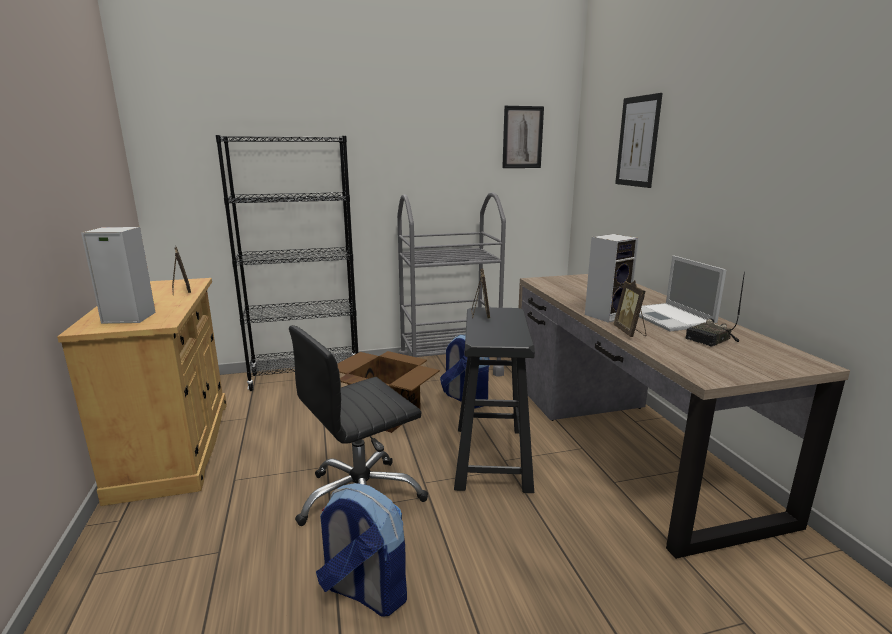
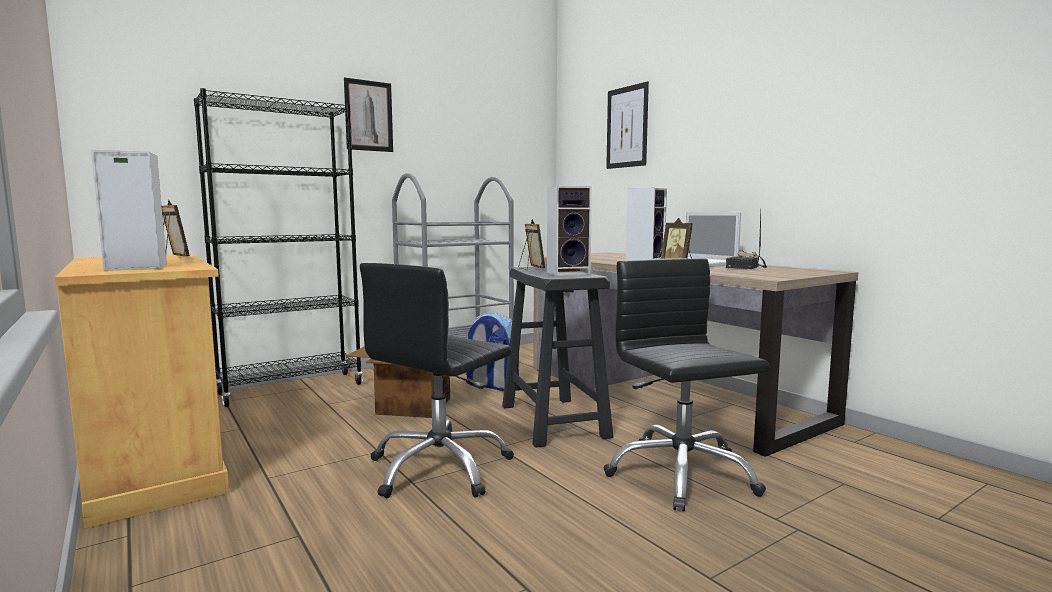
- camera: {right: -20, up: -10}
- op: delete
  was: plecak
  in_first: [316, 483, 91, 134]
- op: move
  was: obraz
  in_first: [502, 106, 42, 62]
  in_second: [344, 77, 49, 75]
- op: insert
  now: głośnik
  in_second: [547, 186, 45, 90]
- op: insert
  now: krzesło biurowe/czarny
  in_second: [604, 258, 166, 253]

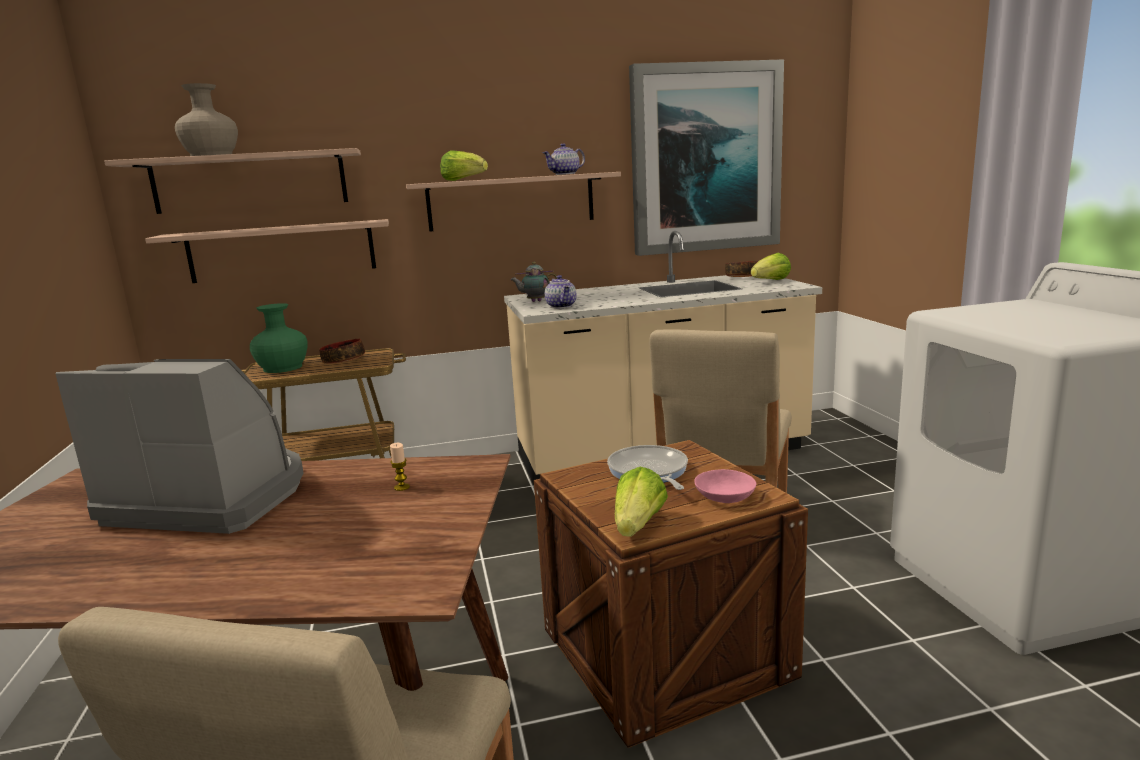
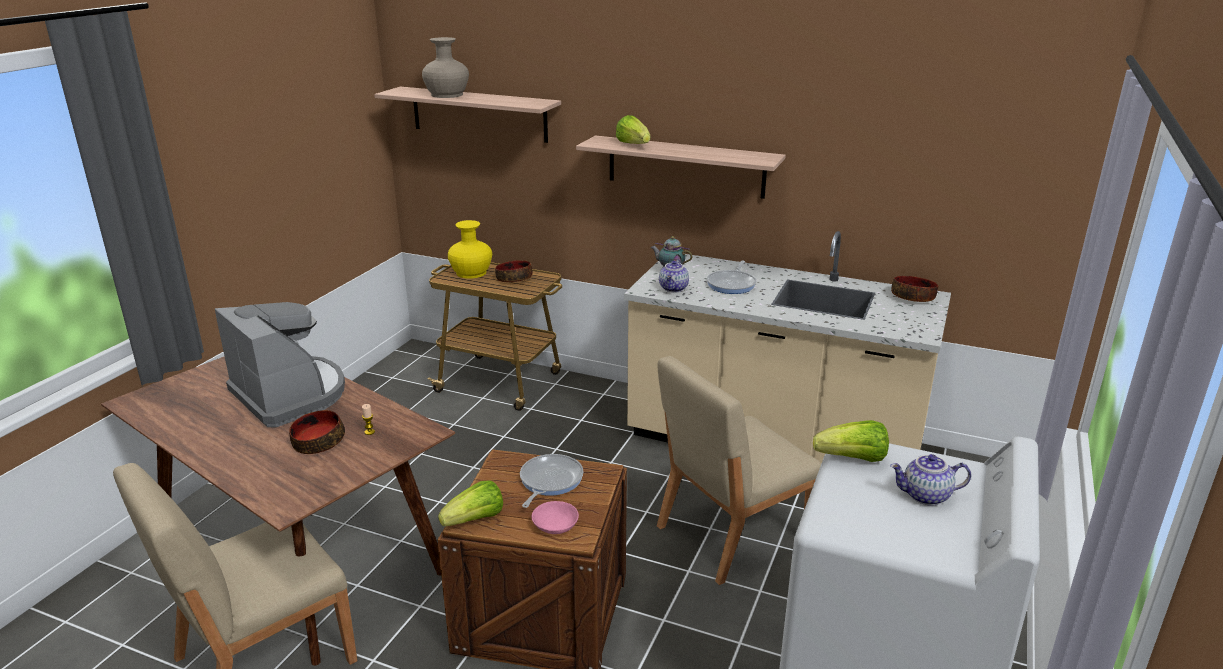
- camera: {right: 35, up: 10}
- op: delete
  was: półka
  in_first: [145, 219, 244, 64]
- op: recolor
  was: wazon/zielony
  now: wazon/żółty
  in_first: [250, 303, 58, 70]
  in_second: [448, 220, 44, 59]
- op: move
  was: imbryk
  in_first: [543, 143, 42, 32]
  in_second: [890, 454, 81, 52]
- op: delete
  was: obraz
  in_first: [629, 59, 155, 197]
- op: move
  was: sałata
  in_first: [751, 253, 40, 27]
  in_second: [813, 420, 76, 42]
- op: insert
  now: miska
  in_second: [289, 410, 56, 44]
- op: insert
  now: patelnia
  in_second: [707, 260, 49, 34]

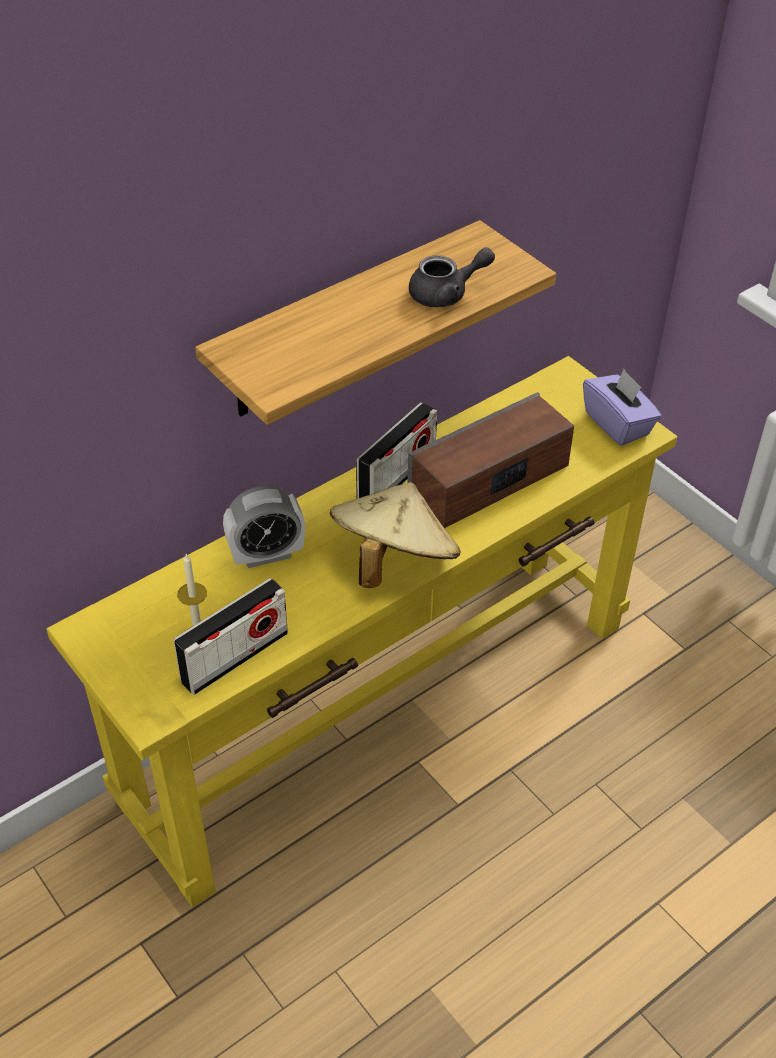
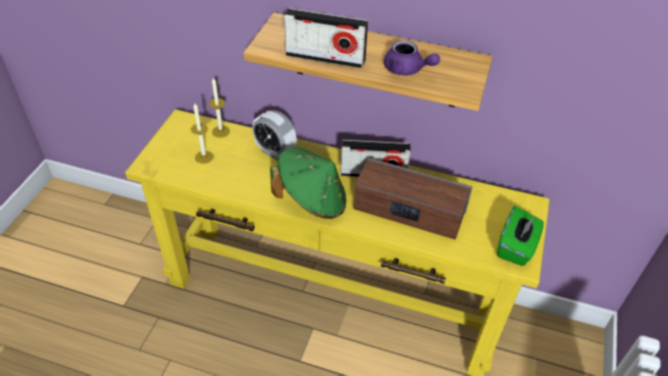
- camera: {right: 55, up: 0}
- op: move
  was: radio
  in_first: [173, 578, 115, 117]
  in_second: [284, 8, 84, 60]
- op: recolor
  was: kapelusz/beżowy
  now: kapelusz/zielony
  in_first: [330, 482, 130, 106]
  in_second: [270, 147, 76, 72]
- op: recolor
  was: imbryk/szary
  now: imbryk/fioletowy
  in_first: [409, 247, 86, 60]
  in_second: [384, 40, 56, 36]
- op: recolor
  was: pudełko chusteczek/fioletowy
  now: pudełko chusteczek/zielony
  in_first: [583, 369, 78, 77]
  in_second: [497, 206, 47, 60]
- op: insert
  now: świeca
  in_second: [209, 78, 21, 60]

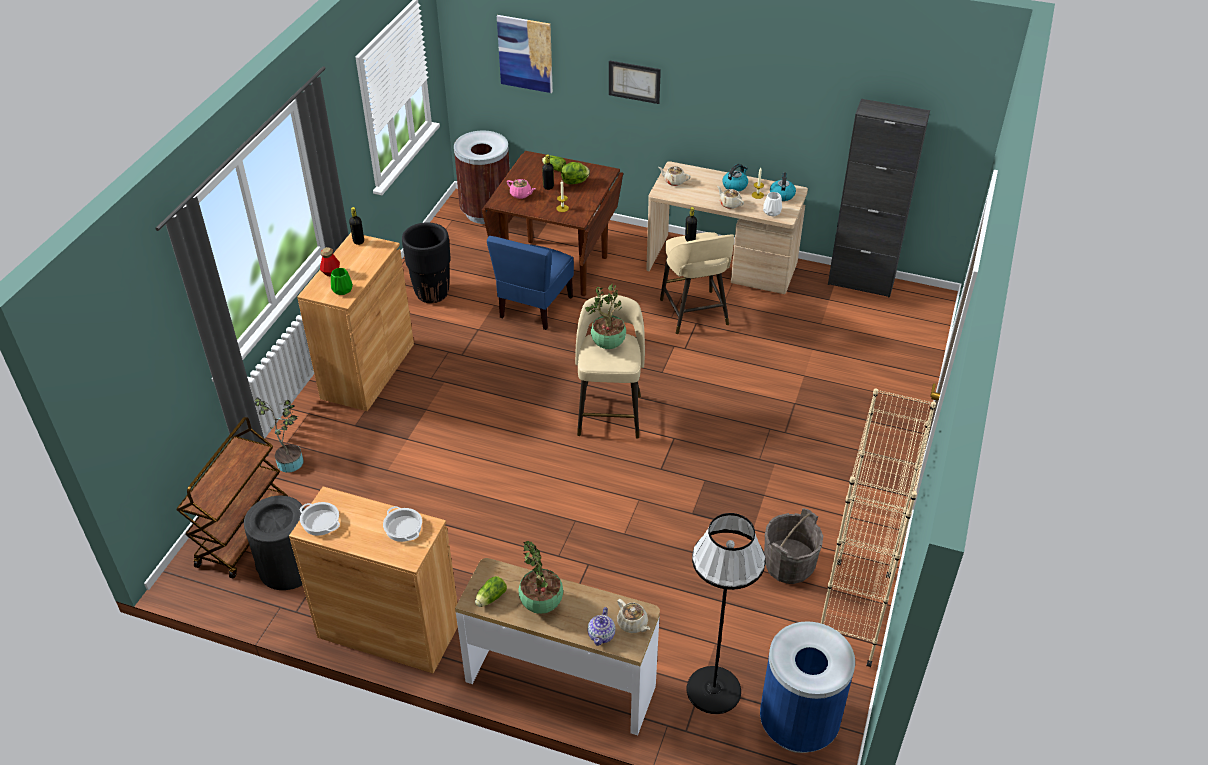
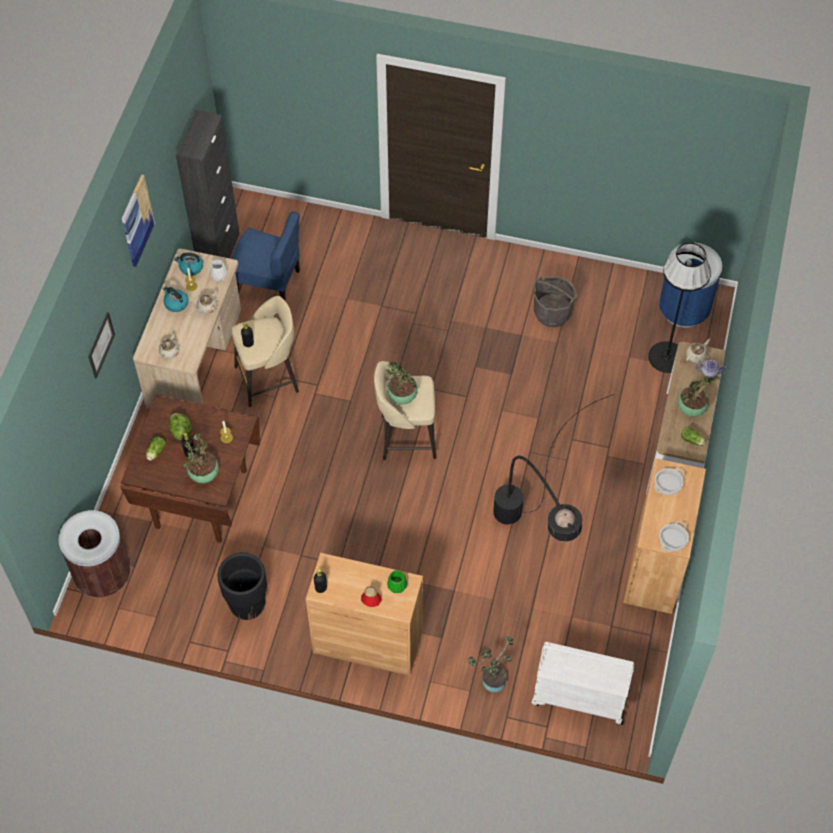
- camera: {right: -95, up: 15}
- op: recolor
  was: wózek/brązowy
  now: wózek/biały
  in_first: [176, 417, 112, 162]
  in_second: [532, 642, 102, 83]
- op: delete
  was: kosz na śmieci/czarny
  in_first: [244, 496, 60, 94]
- op: move
  was: krzesło/niebieski
  in_first: [487, 236, 87, 94]
  in_second: [231, 211, 69, 90]
- op: move
  was: obraz
  in_first: [497, 15, 56, 78]
  in_second: [122, 174, 33, 93]
- op: replace
  was: imbryk/różowy
  now: roślina doniczkowa
  in_first: [507, 179, 28, 20]
  in_second: [182, 433, 37, 50]
- op: delete
  was: regał/beżowy
  in_first: [821, 388, 115, 279]
- op: insert
  now: lampa stojąca/czarny
  in_second: [493, 394, 121, 148]

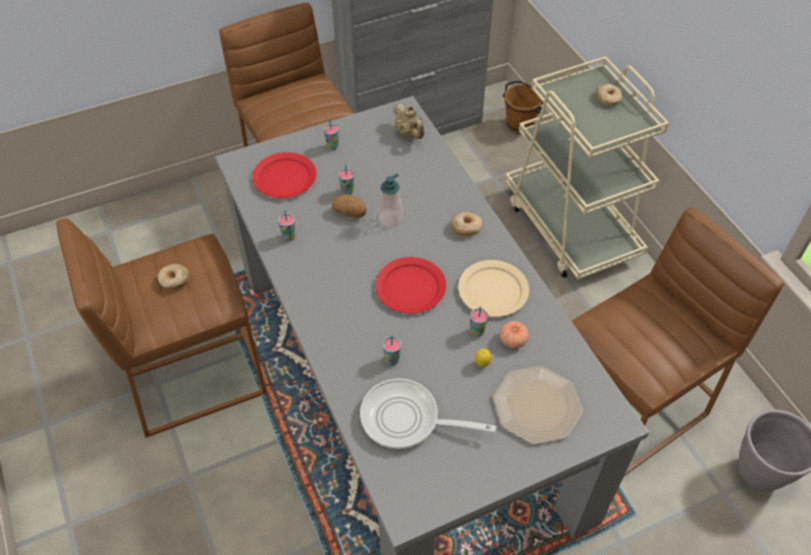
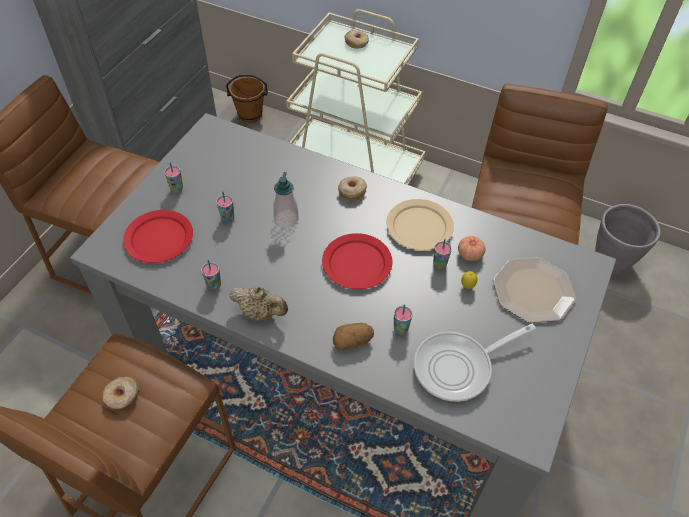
- camera: {right: -40, up: 0}
- op: move
  was: ziemniak
  in_first: [332, 194, 35, 24]
  in_second: [333, 323, 41, 27]
- op: move
  was: imbryk/beżowy
  in_first: [393, 103, 31, 36]
  in_second: [229, 285, 59, 36]

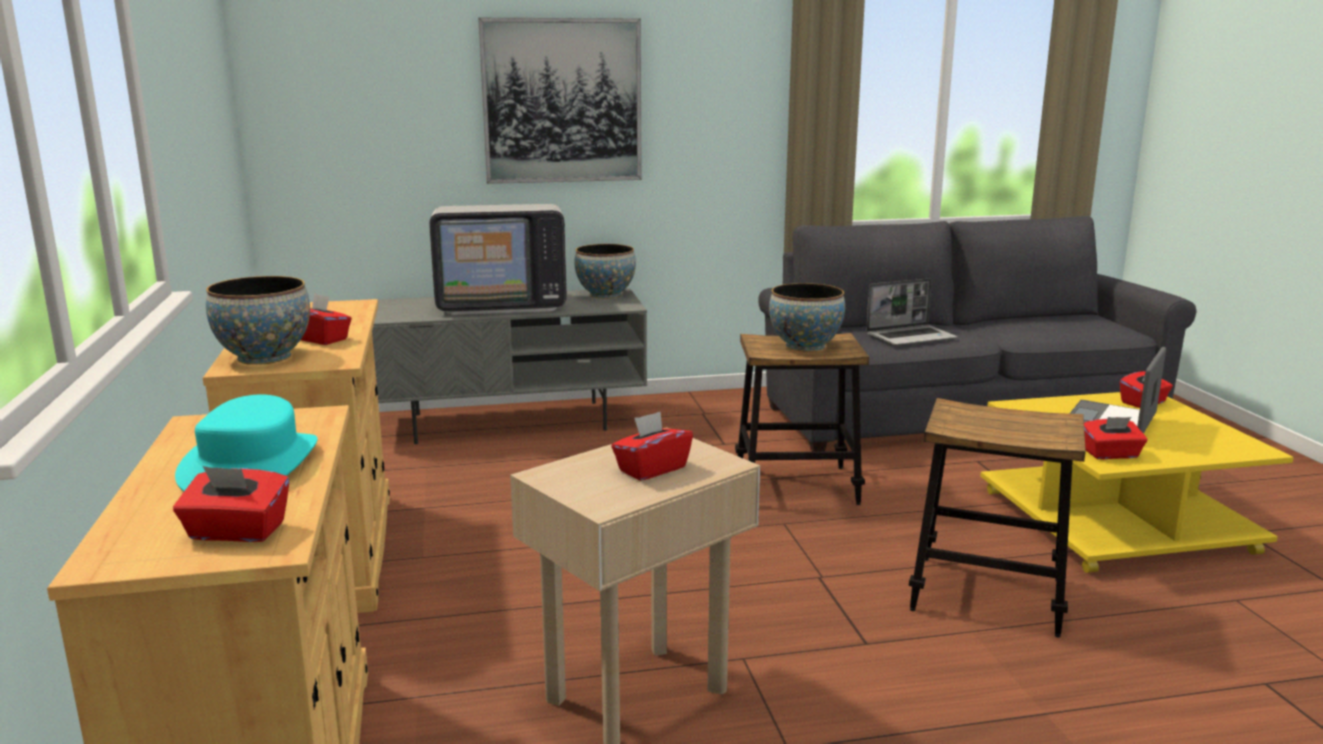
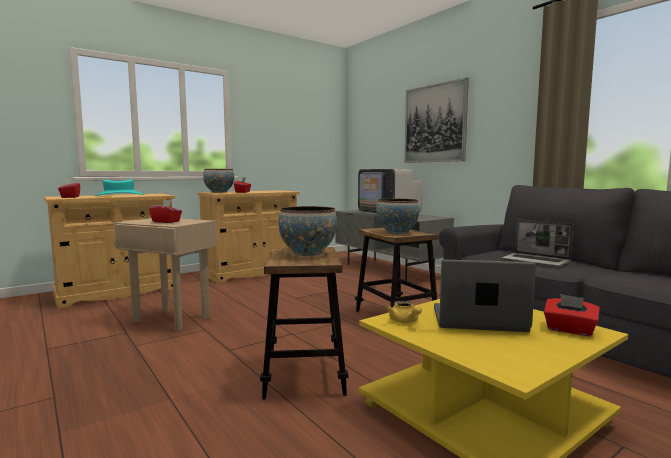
- camera: {right: 65, up: -10}
- op: move
  was: miska
  in_first: [574, 244, 62, 55]
  in_second: [278, 206, 59, 50]
- op: replace
  was: pudełko chusteczek/czerwony
  now: imbryk/żółty
  in_first: [1084, 417, 63, 42]
  in_second: [387, 301, 35, 22]

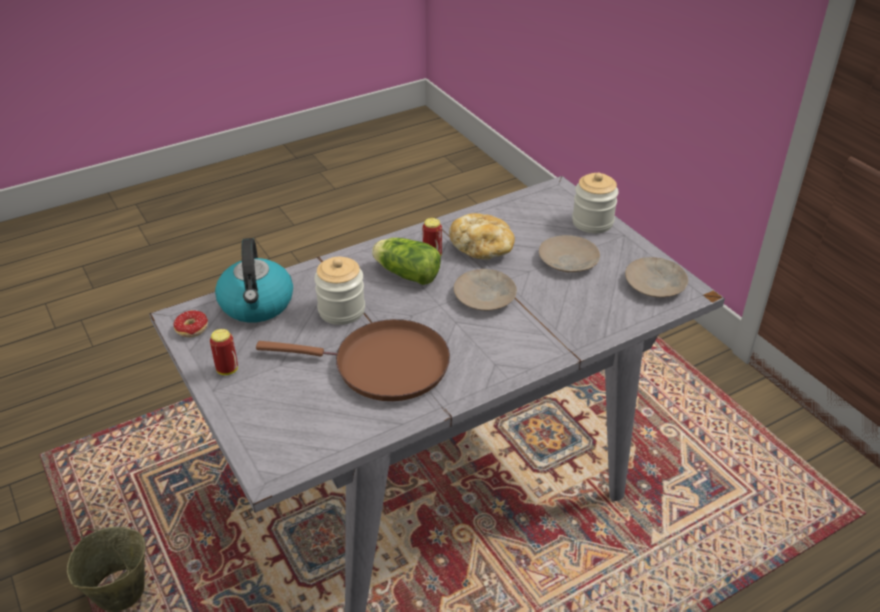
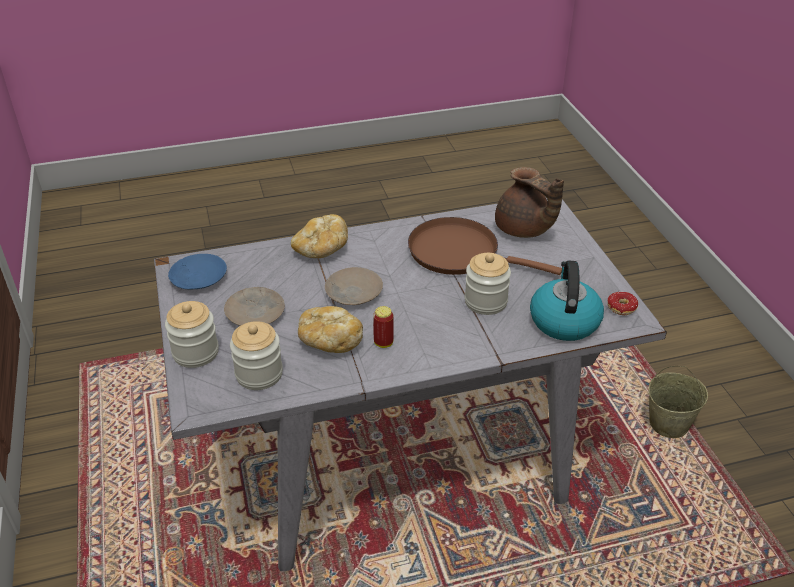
- camera: {right: -165, up: 0}
- op: delete
  was: puszka
  in_first: [210, 329, 28, 46]
- op: delete
  was: sałata
  in_first: [372, 238, 69, 47]
- op: recolor
  was: talerz/beżowy
  now: talerz/niebieski
  in_first: [625, 257, 63, 41]
  in_second: [168, 254, 59, 36]
- op: insert
  now: słoik
  in_second: [230, 321, 53, 69]
- op: insert
  now: chleb
  in_second: [291, 214, 57, 44]
- op: insert
  now: imbryk/brązowy
  in_second: [495, 167, 69, 71]

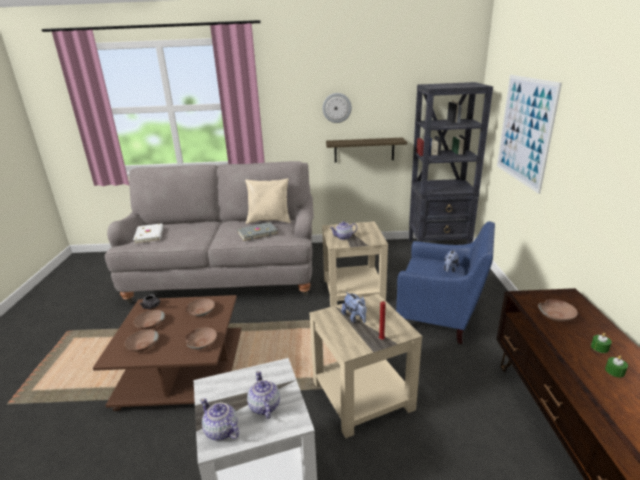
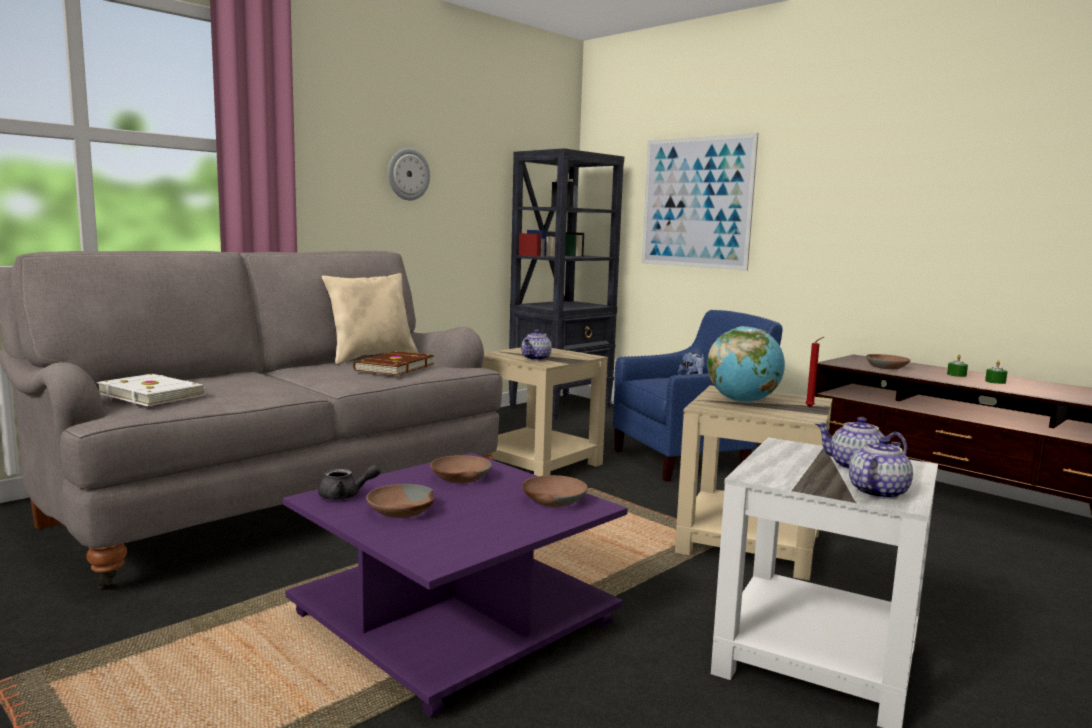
- camera: {right: -45, up: -15}
- op: recolor
  was: ława/brązowy
  now: ława/fioletowy
  in_first: [93, 295, 148, 116]
  in_second: [283, 453, 345, 264]
- op: delete
  was: miska/brązowy
  in_first: [125, 330, 34, 22]
- op: rotate
  was: imbryk
  in_first: [200, 398, 39, 43]
  in_second: [849, 437, 64, 62]
  clockwise: 135
- op: recolor
  was: książka/szary
  now: książka/brązowy
  in_first: [237, 222, 41, 20]
  in_second: [353, 351, 82, 24]
- op: delete
  was: półka
  in_first: [326, 137, 81, 26]
- op: replace
  was: pluszak
  now: globus
  in_first: [341, 292, 26, 31]
  in_second: [707, 326, 78, 77]

